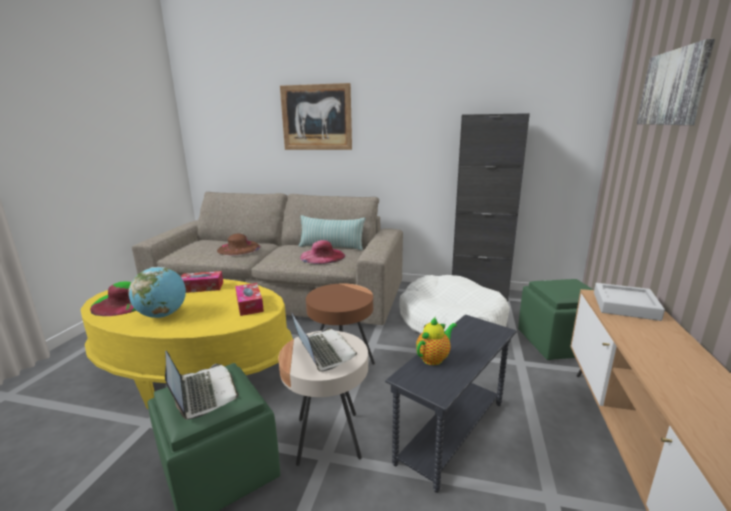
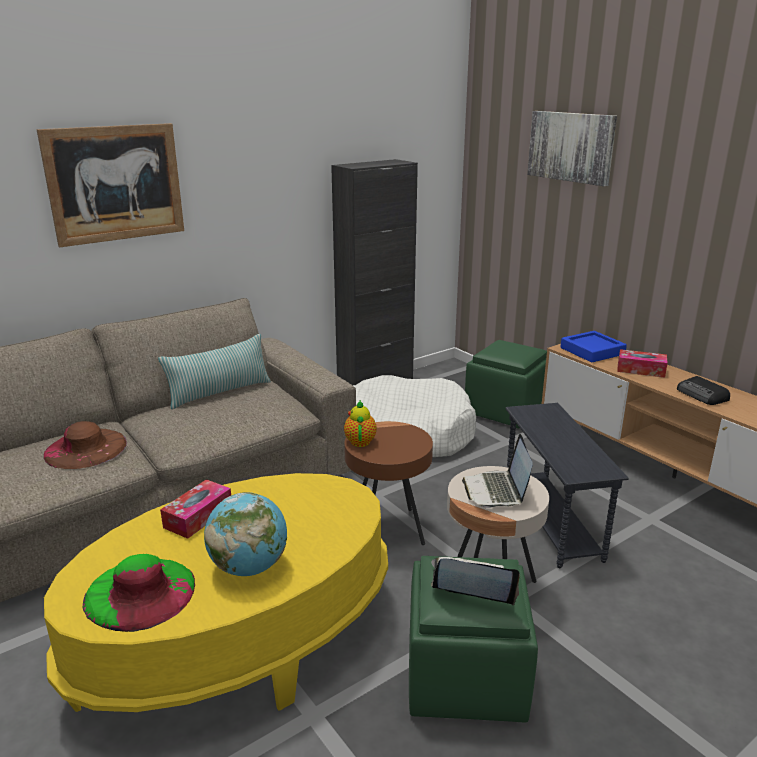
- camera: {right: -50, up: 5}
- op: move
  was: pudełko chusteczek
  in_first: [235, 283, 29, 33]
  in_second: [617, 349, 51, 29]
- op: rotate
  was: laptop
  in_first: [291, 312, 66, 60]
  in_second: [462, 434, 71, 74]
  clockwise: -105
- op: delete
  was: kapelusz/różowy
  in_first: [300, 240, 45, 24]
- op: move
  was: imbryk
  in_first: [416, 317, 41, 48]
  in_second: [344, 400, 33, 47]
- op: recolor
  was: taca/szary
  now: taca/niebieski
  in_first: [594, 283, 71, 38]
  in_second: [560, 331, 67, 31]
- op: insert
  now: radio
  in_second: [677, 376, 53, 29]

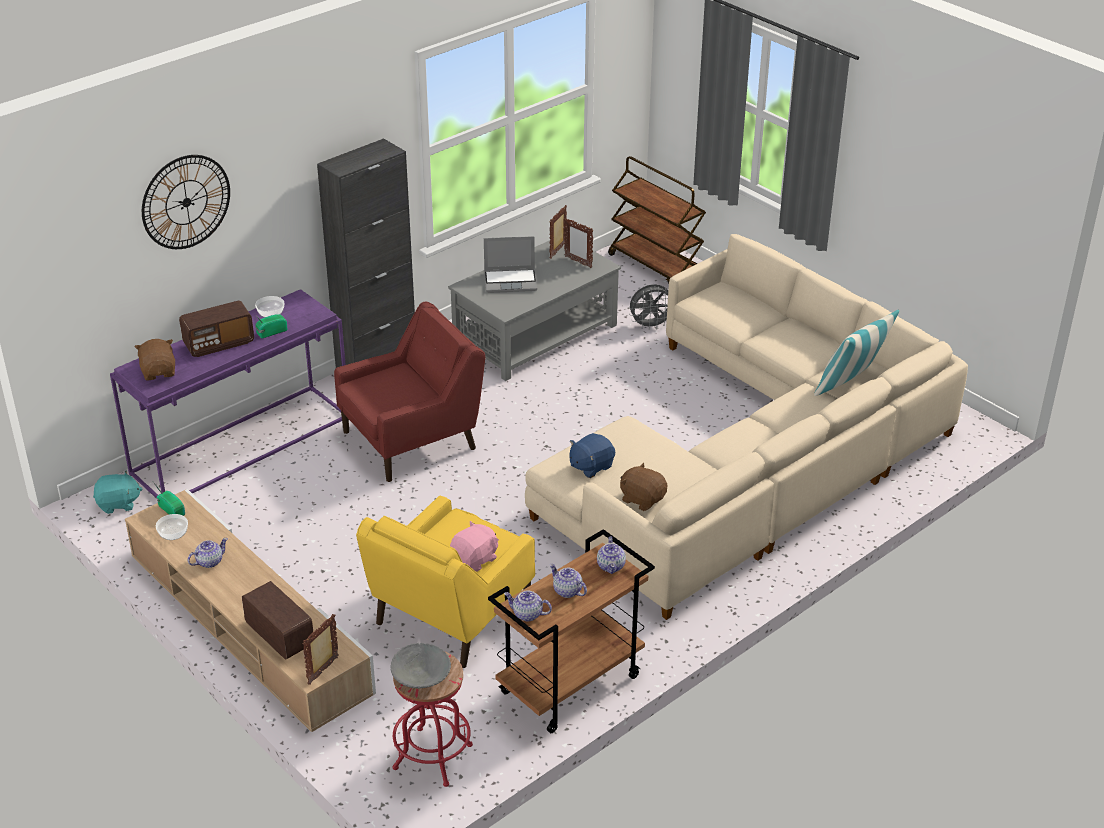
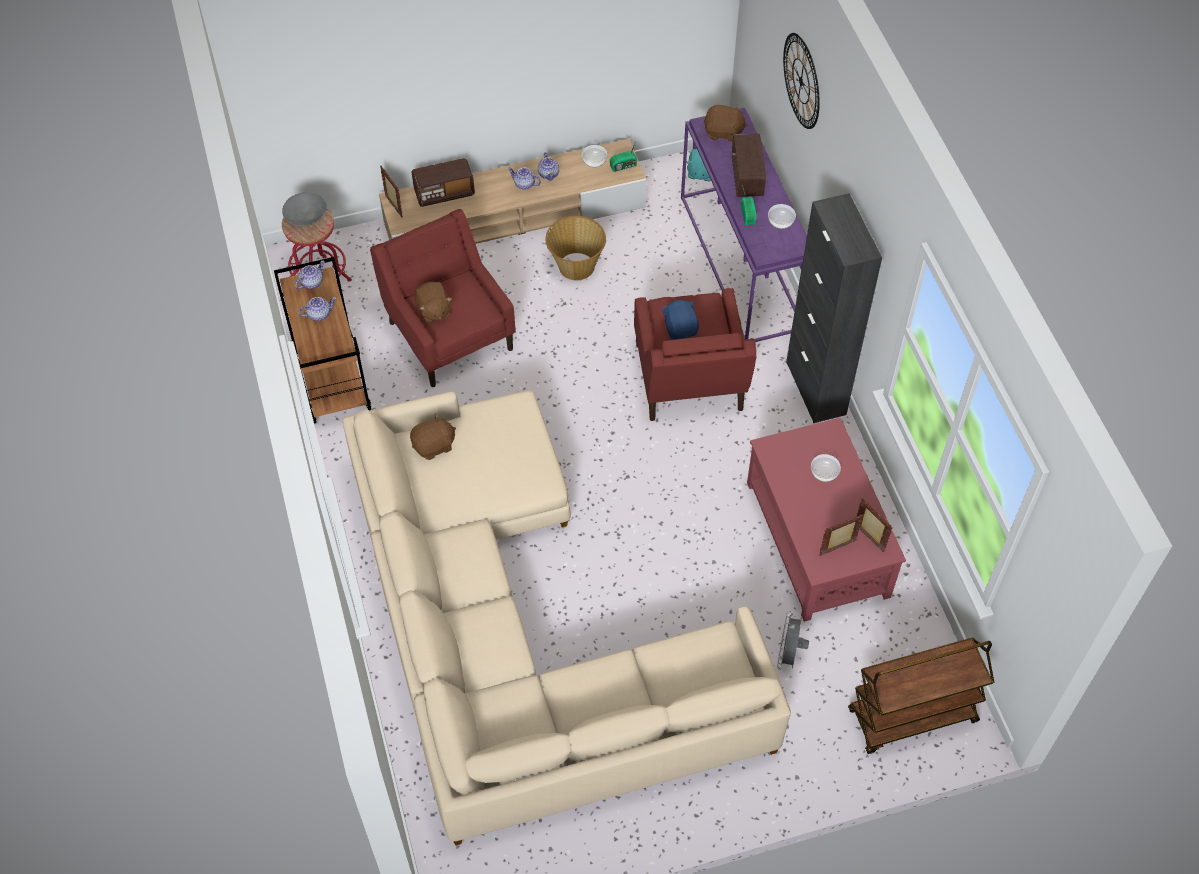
- camera: {right: 115, up: 20}
- op: recolor
  was: fotel/żółty
  now: fotel/czerwony
  in_first: [356, 496, 179, 172]
  in_second: [370, 209, 146, 178]
- op: recolor
  was: ława/szary
  now: ława/czerwony
  in_first: [448, 240, 173, 141]
  in_second: [747, 418, 159, 204]
- op: recolor
  was: pluszak/różowy
  now: pluszak/brązowy
  in_first: [450, 521, 49, 51]
  in_second: [415, 281, 37, 41]
- op: replace
  was: laptop
  now: miska
  in_first: [484, 236, 53, 57]
  in_second: [811, 454, 30, 28]
- op: move
  was: pluszak/niebieski
  in_first: [570, 433, 45, 45]
  in_second: [662, 300, 37, 40]
- op: move
  was: imbryk
  in_first: [597, 536, 29, 38]
  in_second: [508, 167, 33, 23]
- op: delete
  was: poduszka
  in_first: [814, 310, 85, 86]
- op: insert
  now: koszyk
  in_second: [545, 216, 61, 64]

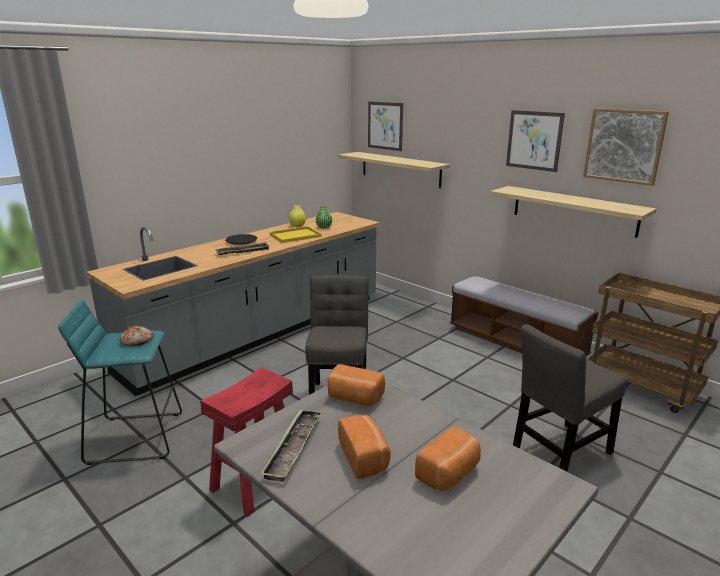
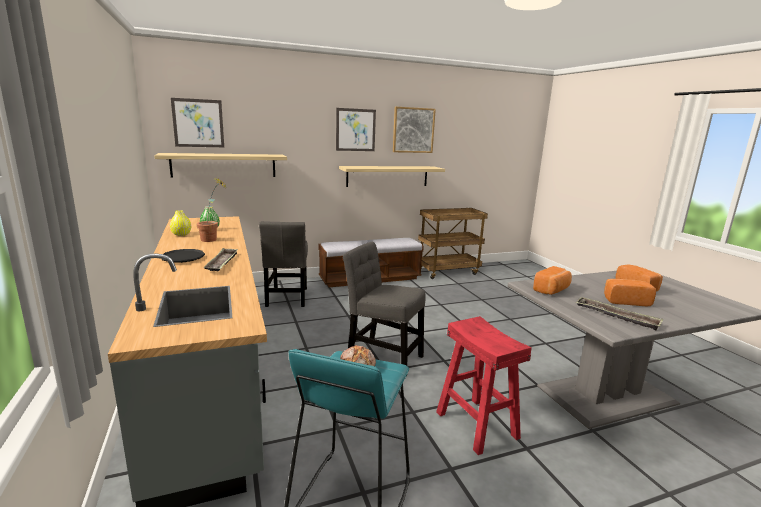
- camera: {right: -65, up: -5}
- op: replace
  was: taca/żółty
  now: roślina doniczkowa
  in_first: [270, 226, 52, 17]
  in_second: [196, 177, 32, 65]
- op: move
  was: krzesło/szary
  in_first: [513, 324, 114, 148]
  in_second: [259, 221, 49, 86]

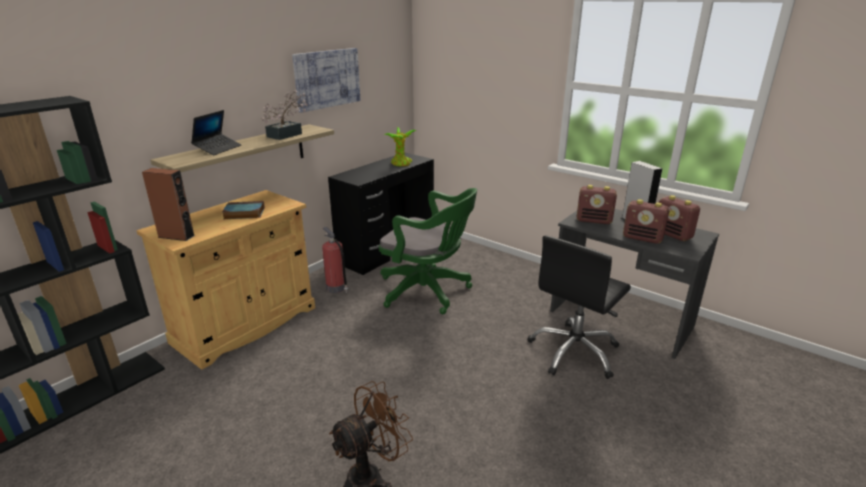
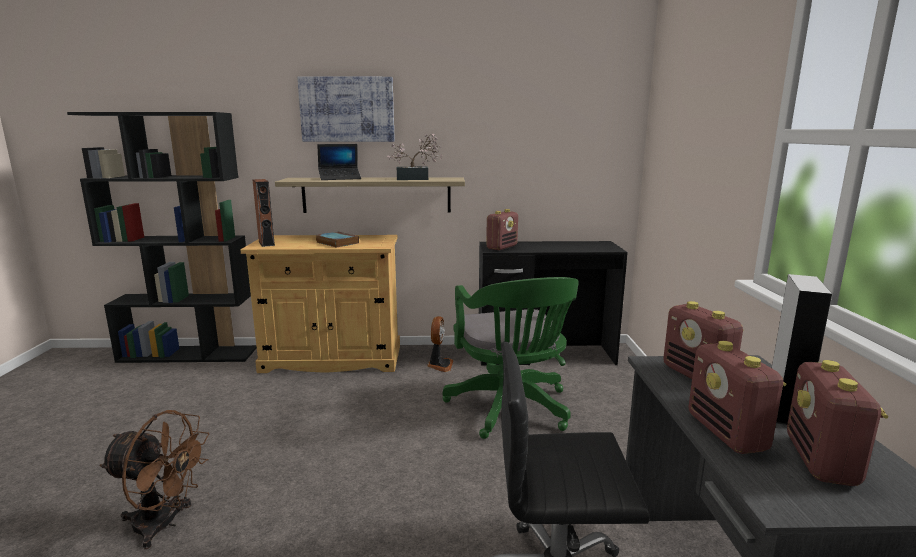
- camera: {right: 50, up: -10}
- op: move
  was: obraz
  in_first: [292, 48, 68, 65]
  in_second: [297, 76, 98, 66]
- op: replace
  was: gaśnica
  now: wentylator
  in_first: [322, 227, 26, 66]
  in_second: [427, 316, 27, 56]
- op: delete
  was: roślina doniczkowa
  in_first: [384, 127, 33, 39]
- op: insert
  now: radio
  in_second: [486, 209, 32, 42]

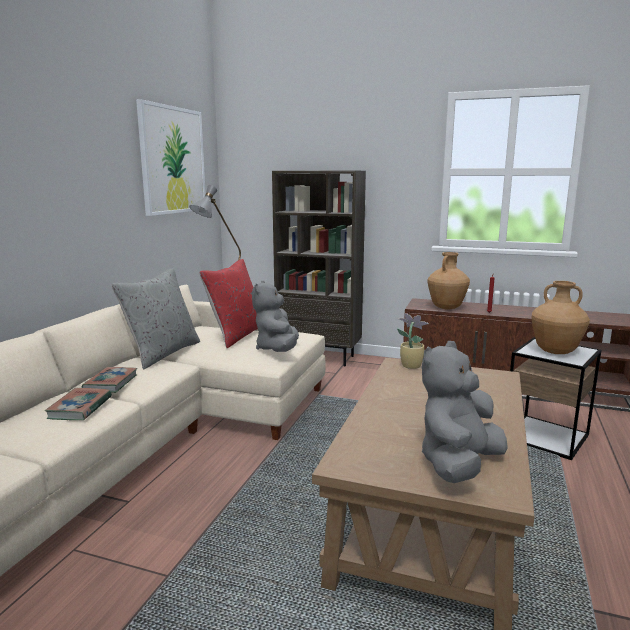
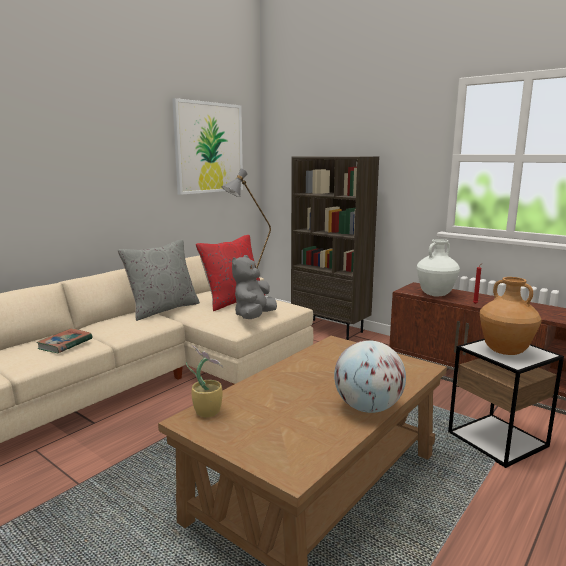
- camera: {right: 20, up: 0}
- op: delete
  was: książka
  in_first: [81, 367, 56, 26]
- op: move
  was: roślina doniczkowa
  in_first: [397, 313, 32, 56]
  in_second: [186, 345, 38, 73]
- op: delete
  was: pluszak/szary
  in_first: [422, 341, 86, 142]
- op: recolor
  was: wazon/brązowy
  now: wazon/biały
  in_first: [427, 252, 43, 58]
  in_second: [417, 239, 43, 58]
- op: insert
  now: globus
  in_second: [334, 340, 72, 73]

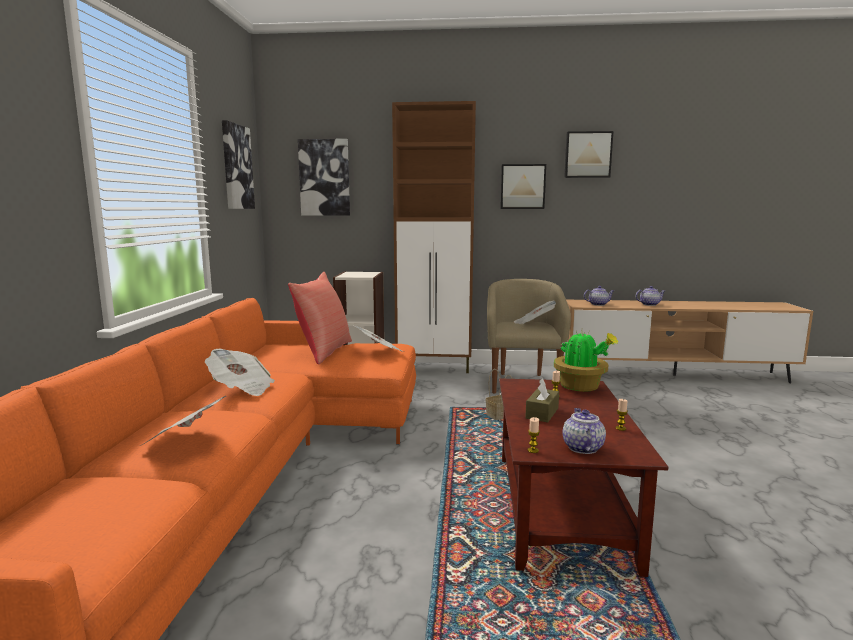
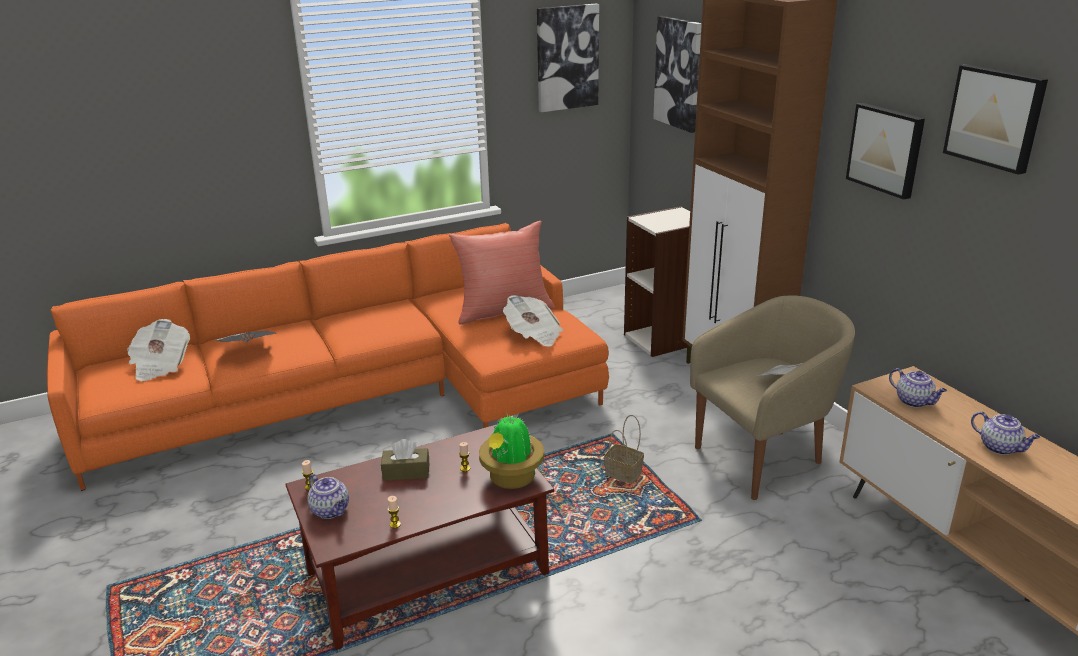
- camera: {right: 60, up: 15}
- op: move
  was: gazeta
  in_first: [205, 349, 70, 47]
  in_second: [127, 319, 63, 62]
- op: rotate
  was: imbryk
  in_first: [563, 408, 43, 46]
  in_second: [307, 474, 42, 45]
  clockwise: 75

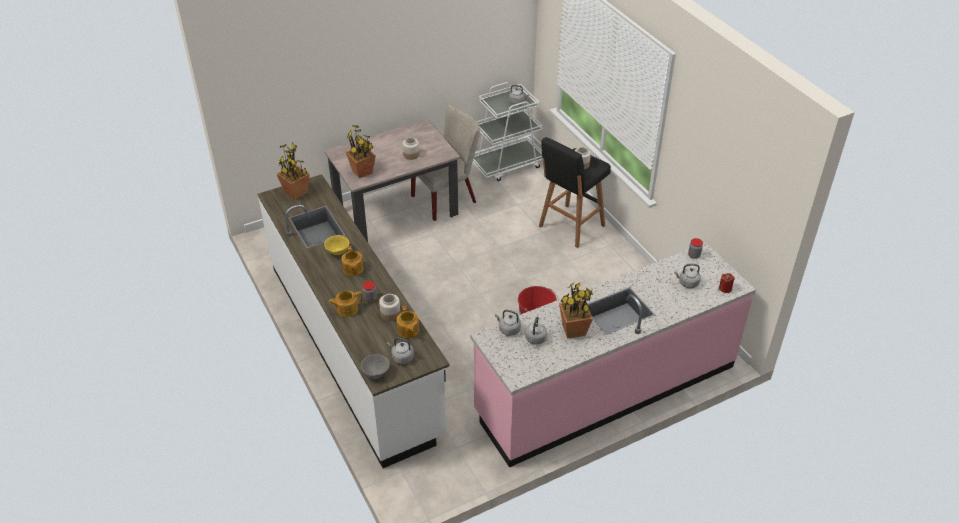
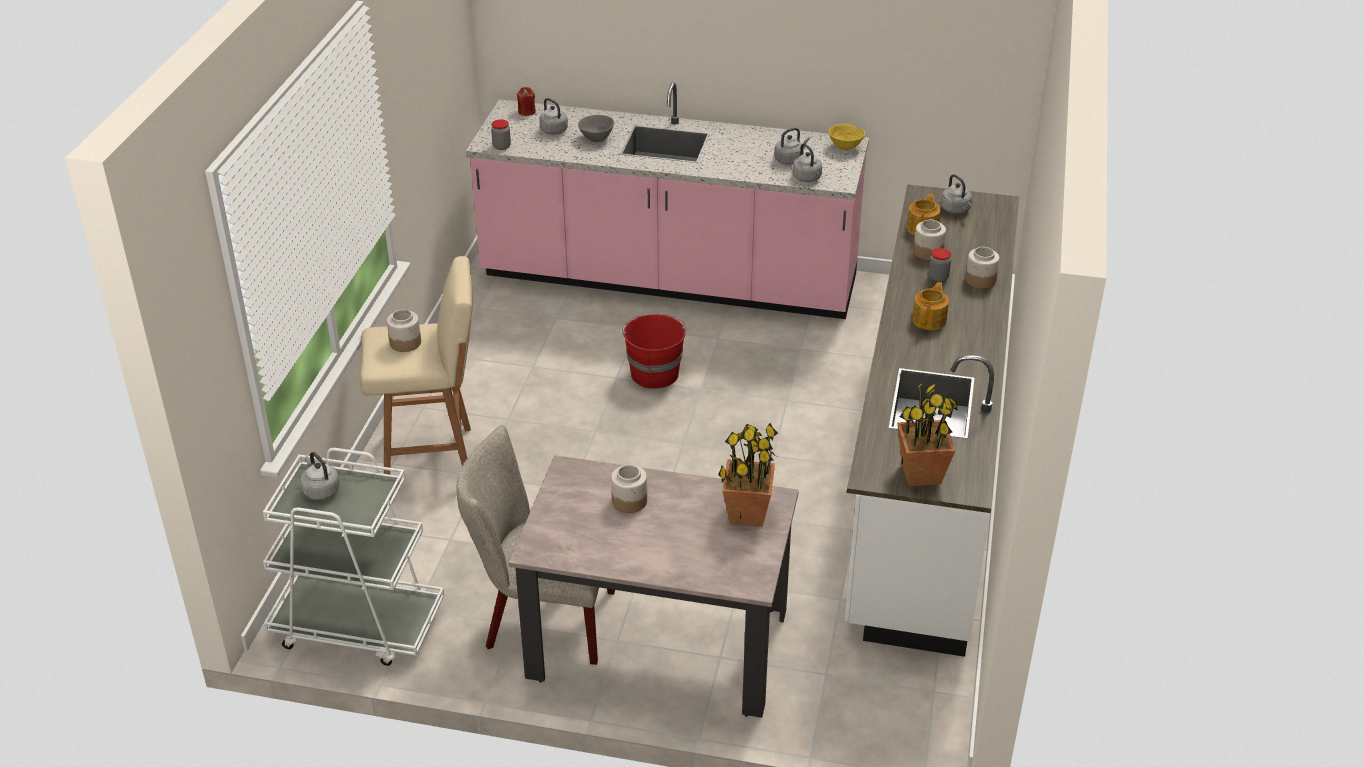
- camera: {right: -140, up: -5}
- op: move
  was: miska/żółty
  in_first: [324, 235, 25, 20]
  in_second: [829, 124, 36, 26]
- op: replace
  was: imbryk
  now: słoik
  in_first: [329, 291, 34, 26]
  in_second: [965, 247, 35, 42]
- op: move
  was: miska/szary
  in_first: [361, 354, 29, 25]
  in_second: [578, 115, 36, 27]
- op: recolor
  was: stołek/czarny
  now: stołek/beżowy
  in_first: [539, 137, 72, 111]
  in_second: [360, 256, 113, 219]
- op: delete
  was: roślina doniczkowa
  in_first: [559, 283, 34, 56]

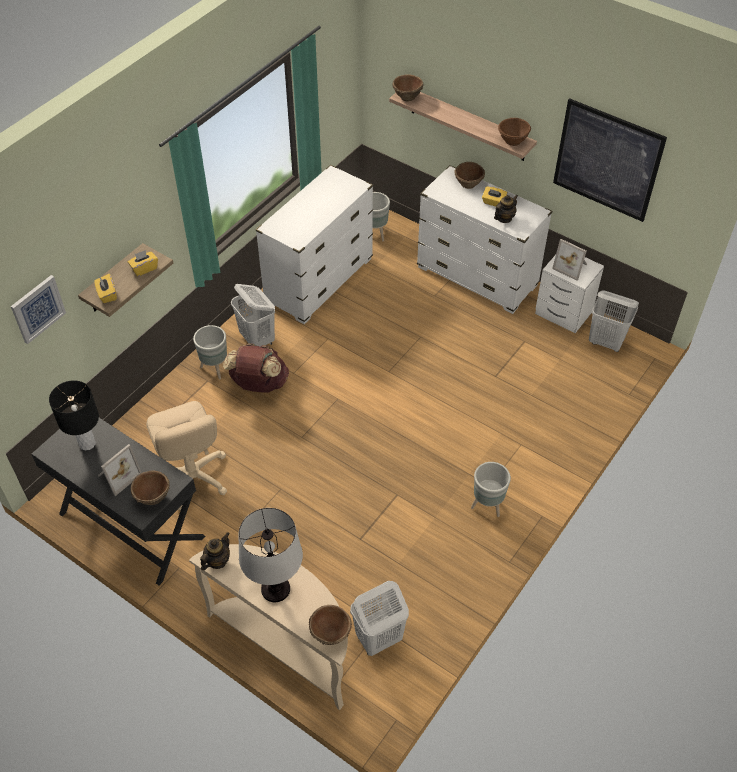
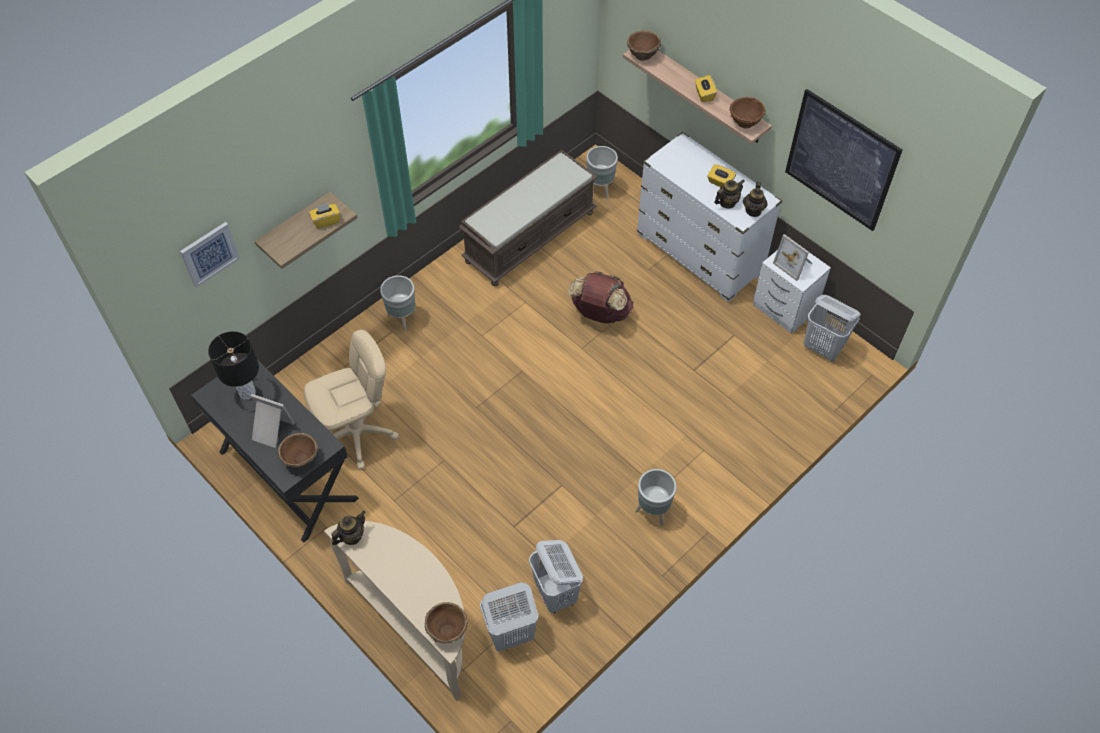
- camera: {right: 10, up: 5}
- op: move
  was: pudełko chusteczek/żółty
  in_first: [94, 274, 23, 29]
  in_second: [695, 75, 22, 27]
- op: rotate
  was: ramka na zdjęcie
  in_first: [98, 444, 44, 52]
  in_second: [250, 394, 45, 54]
  clockwise: -120
- op: rotate
  was: krzesło biurowe/beżowy
  in_first: [146, 401, 81, 109]
  in_second: [304, 330, 95, 139]
  clockwise: -105
- op: move
  was: plecak/brązowy
  in_first: [223, 343, 66, 50]
  in_second: [568, 271, 65, 52]
- op: move
  was: kosz na pranie/biały
  in_first: [231, 284, 44, 63]
  in_second: [529, 540, 54, 74]
- op: delete
  was: lampa stołowa
  in_first: [238, 508, 65, 94]
- op: replace
  was: komoda/biały
  now: ławka/brązowy
  in_first: [256, 165, 117, 159]
  in_second: [458, 150, 140, 136]
- op: delete
  was: miska/brązowy
  in_first: [454, 162, 31, 27]
- op: insert
  now: imbryk
  in_second: [743, 182, 25, 35]

